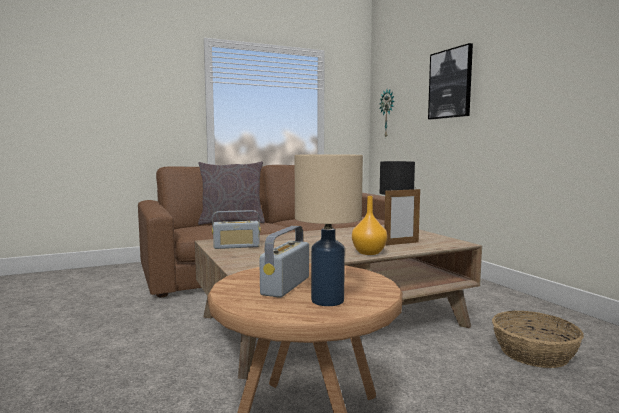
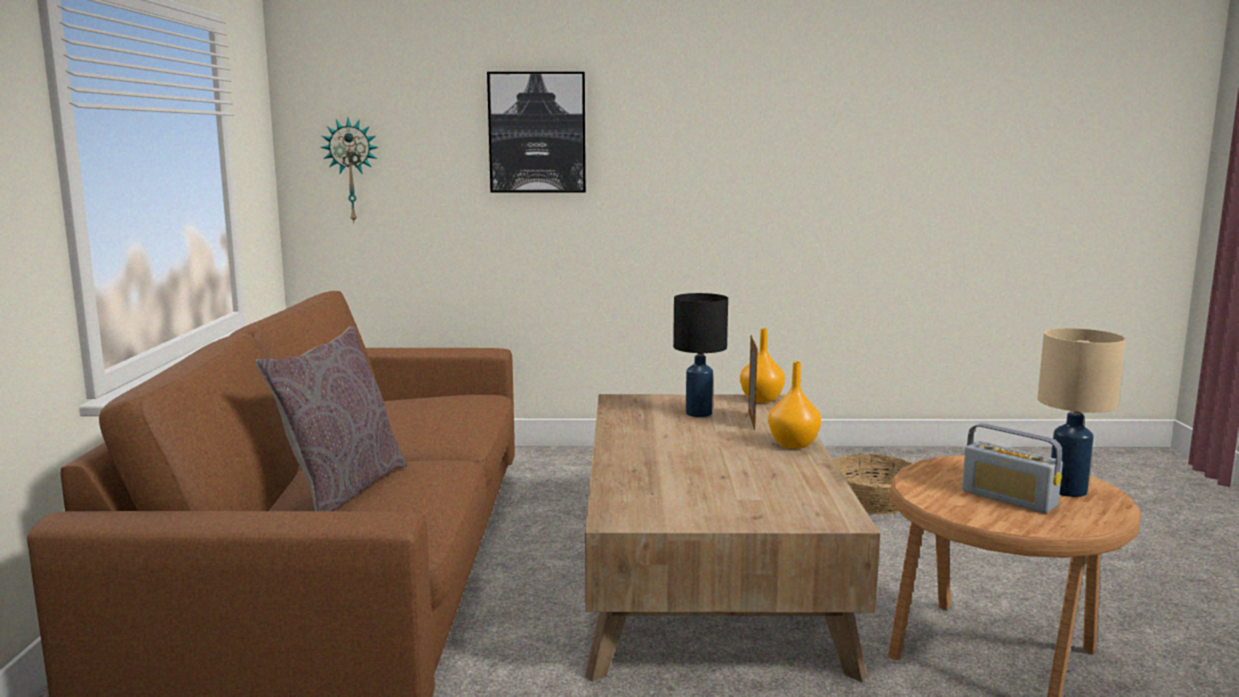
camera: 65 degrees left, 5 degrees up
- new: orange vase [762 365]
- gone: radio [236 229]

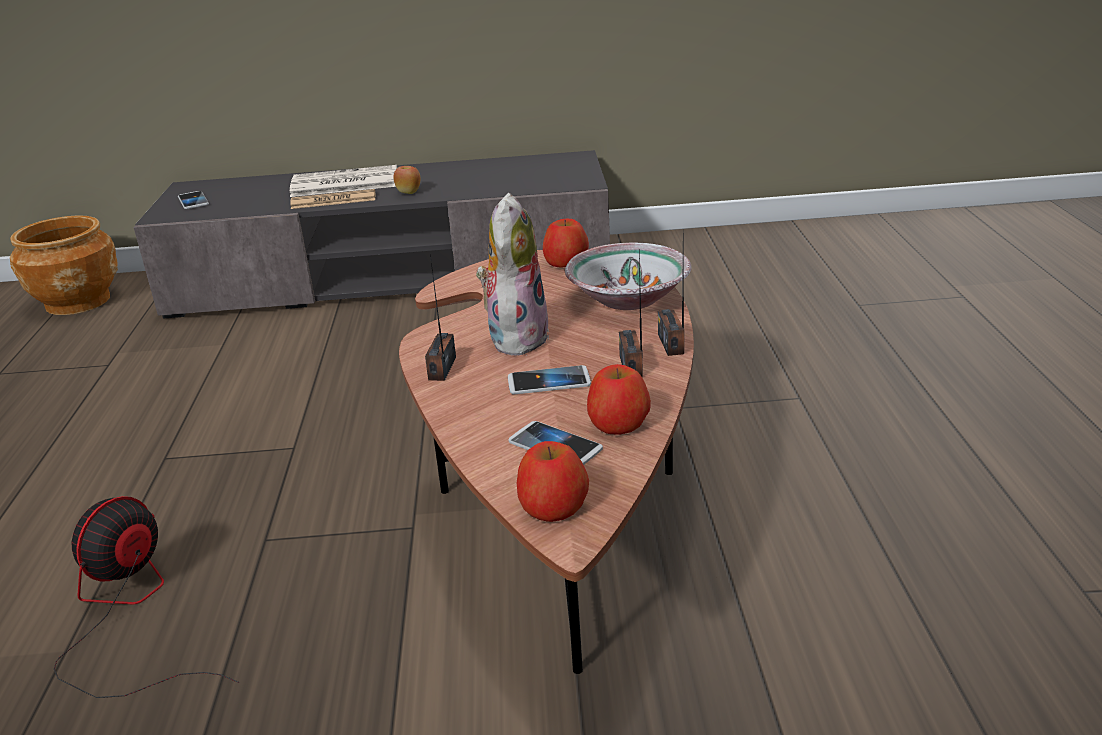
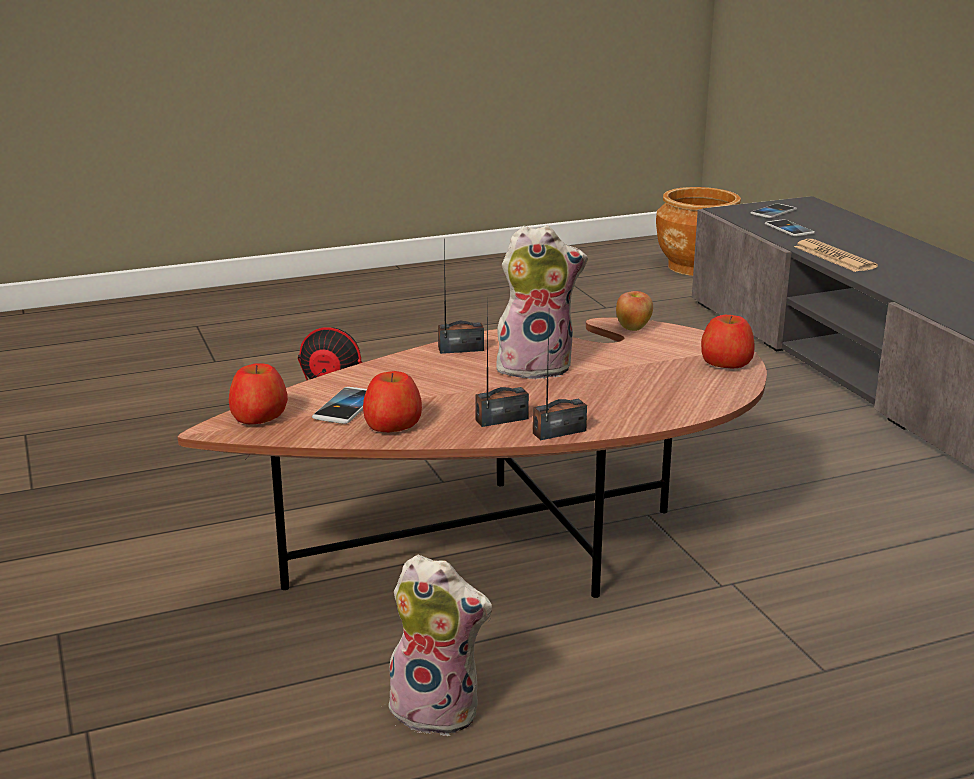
camera: 70 degrees right, 5 degrees down
- new: plush toy [438 645]
- shifted: apple [406 180] to [634 311]
- shifted: phone [549 379] to [790 228]
- gone: newspaper [343 181]
- gone: bowl [628 276]

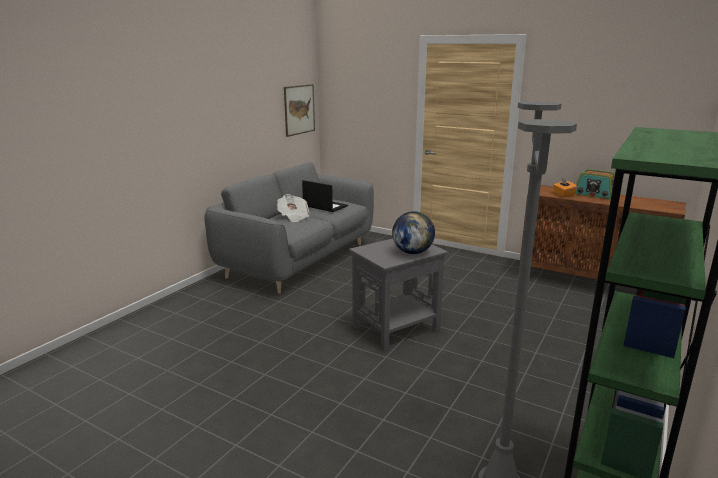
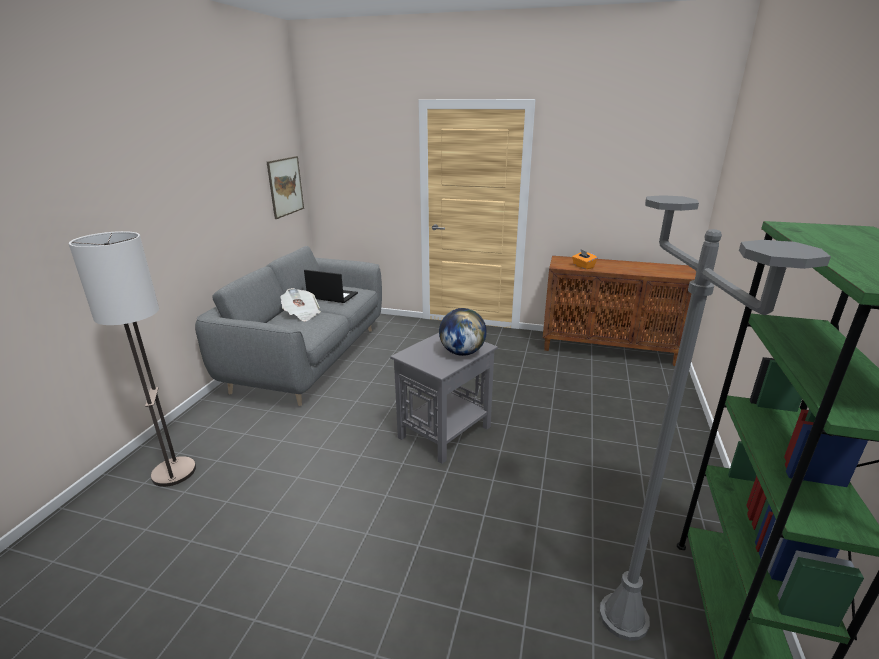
camera: 15 degrees left, 5 degrees up
- new: floor lamp [132 359]
- gone: radio [595 184]

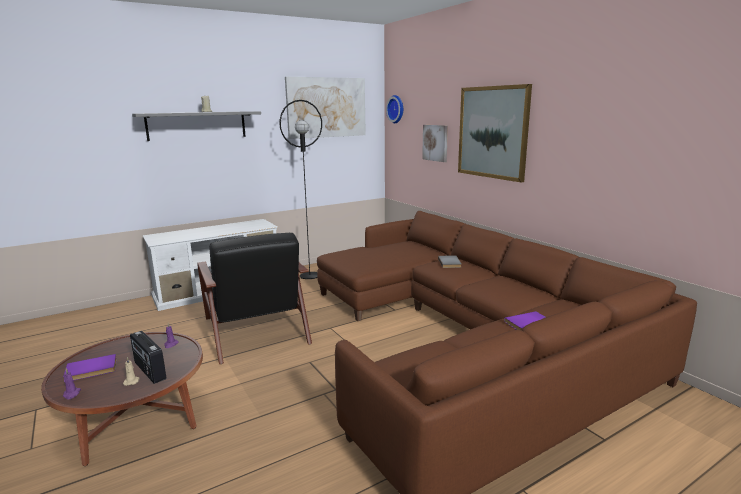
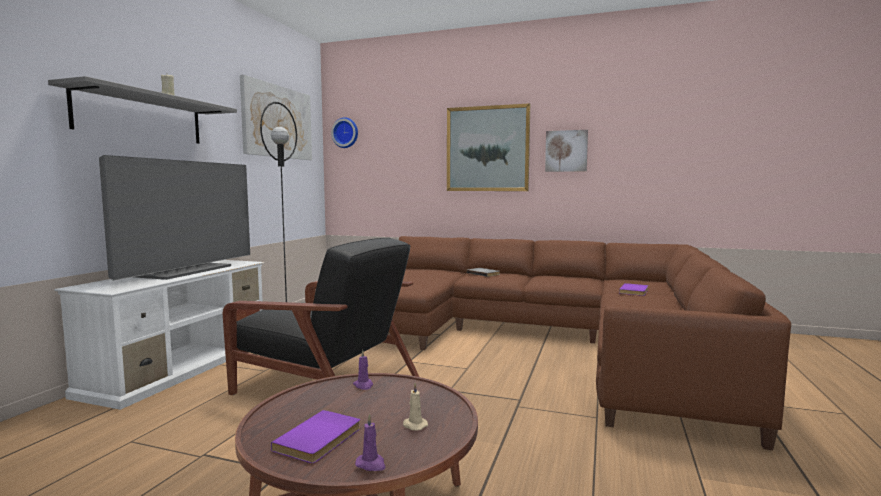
camera: 40 degrees left, 10 degrees down
- new: television [174 218]
- shifted: picture [435 143] to [566 151]
- gone: radio [148 357]

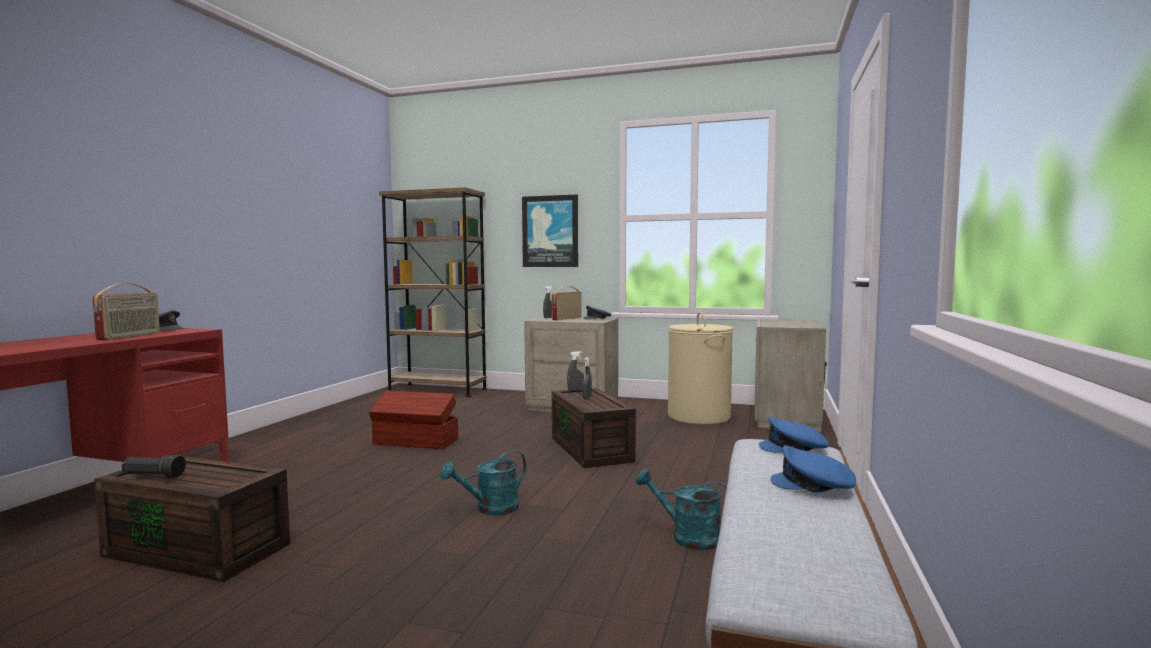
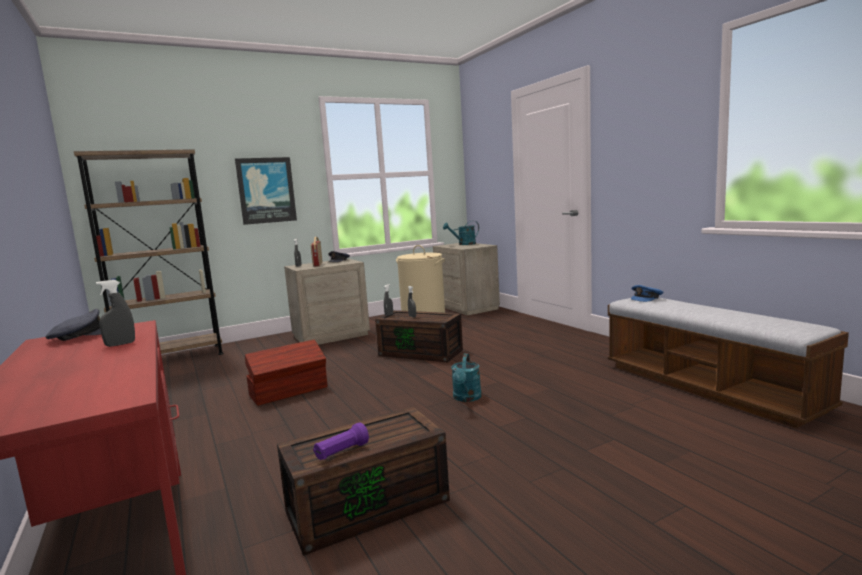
camera: 45 degrees left, 5 degrees up
- swapped: radio [126 311] to grey spray bottle [115 313]
- repainted: black flashlight [154 466] to purple flashlight [341 441]
- shifted: turquoise watering can [681 509] to [461 233]
- gone: blue cap [813 469]

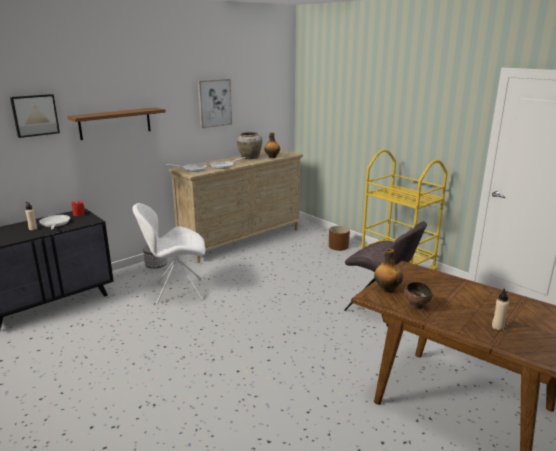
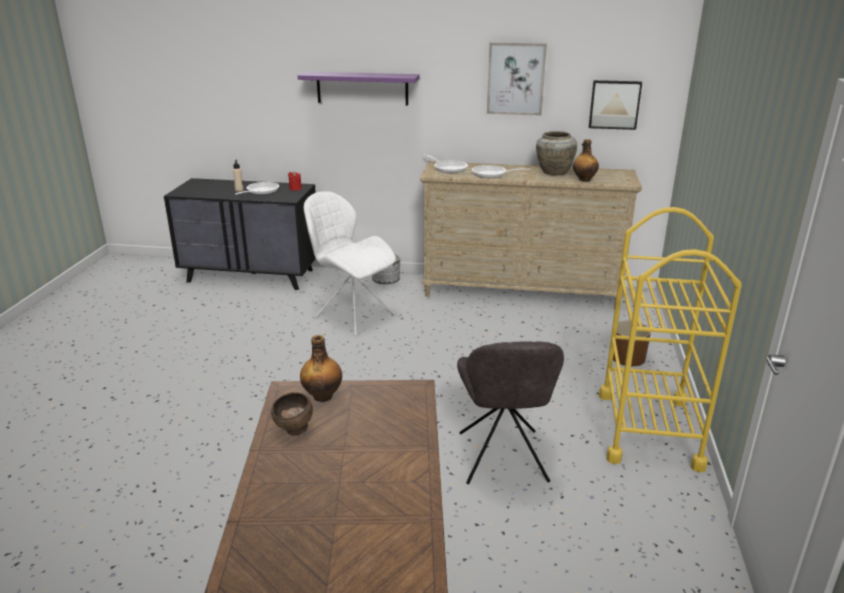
camera: 50 degrees right, 5 degrees up
- repainted: brown shelf [116 123] to purple shelf [358 88]
- shifted: picture [35 116] to [615 105]
- gone: beige bottle [500 309]

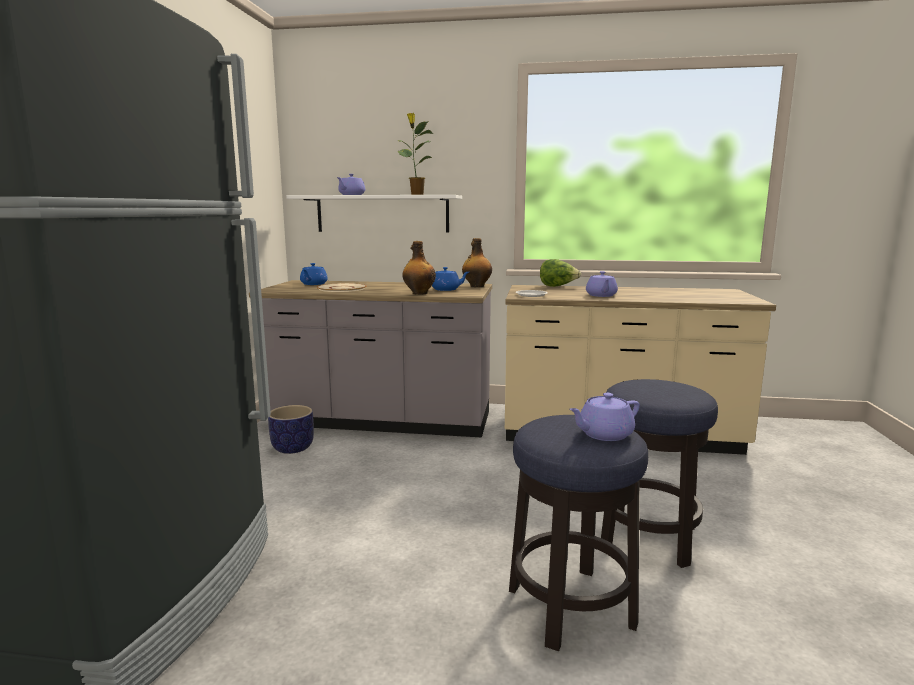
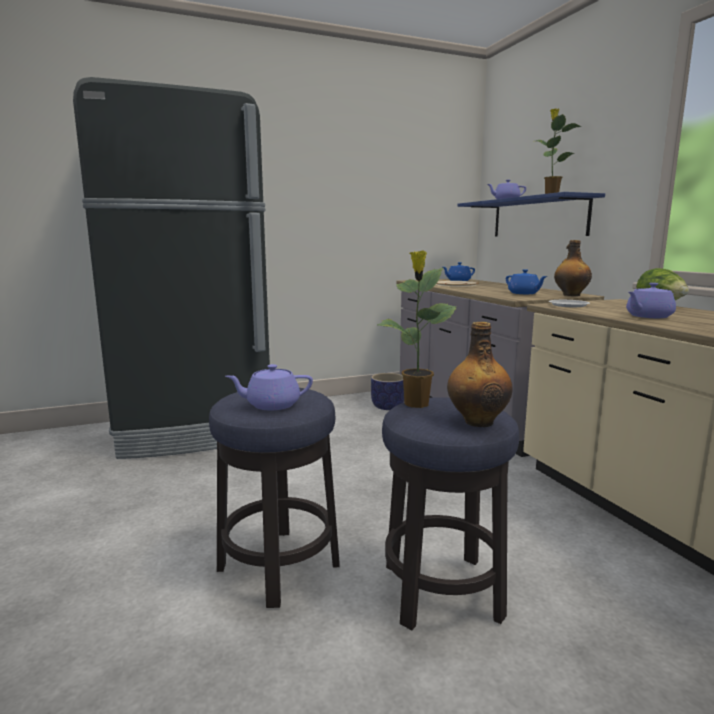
camera: 60 degrees right, 0 degrees up
- rotated: purple teapot [604 417] = [269 387] 45 degrees counterclockwise
- new: potted plant [416 329]
- shifted: bottle [419 268] to [480 374]
- repainted: white shelf [374 213] to blue shelf [531 214]

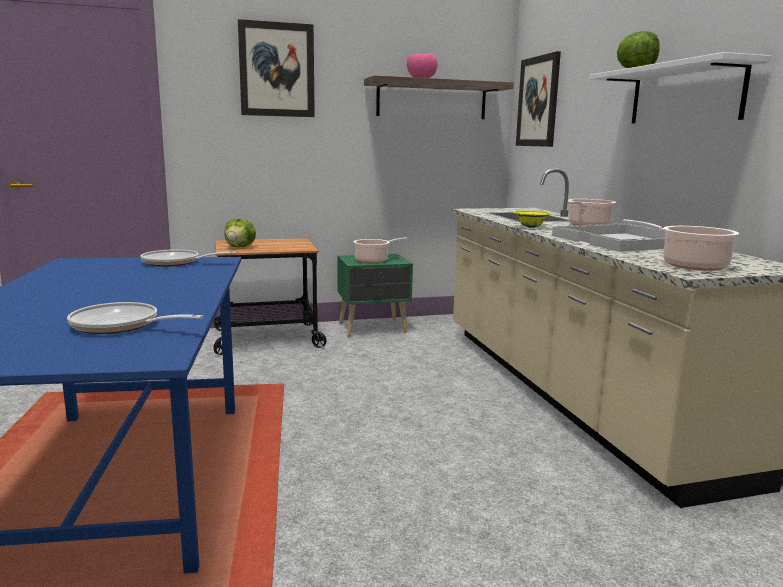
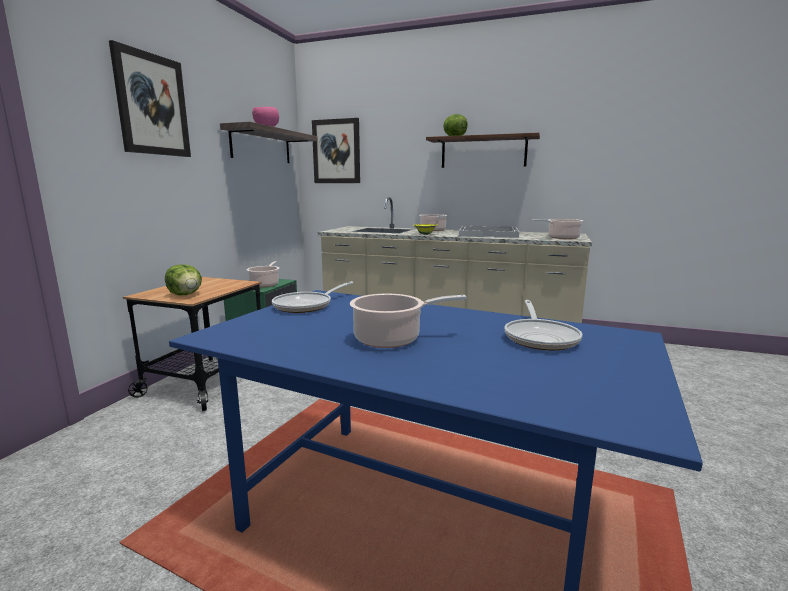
camera: 55 degrees left, 0 degrees up
- new: cooking pot [408 321]
- repainted: white shelf [680 87] to brown shelf [483 150]
- rotated: frying pan [135 318] = [543 325] 45 degrees counterclockwise

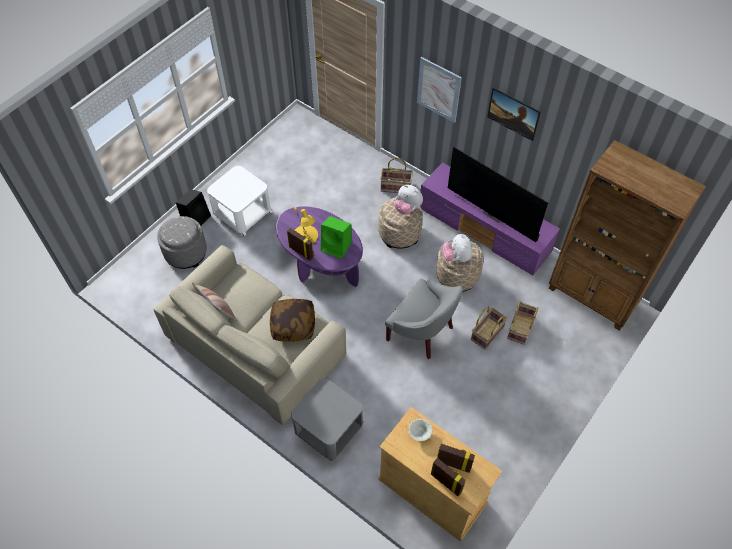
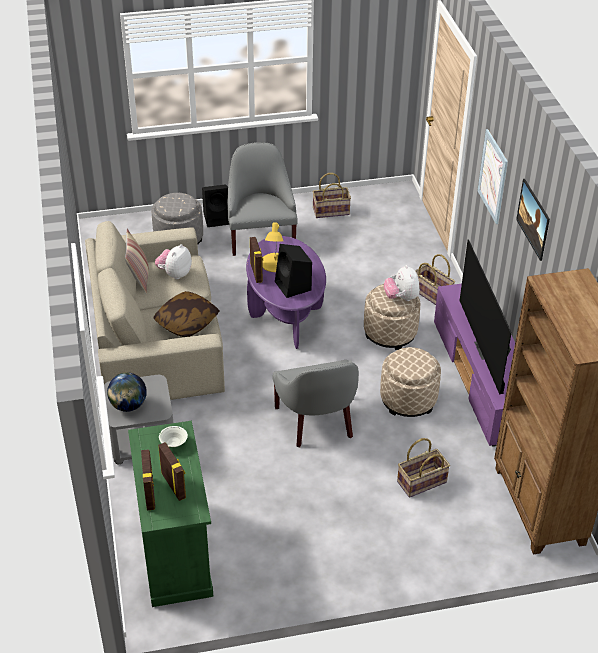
camera: 40 degrees right, 15 degrees down
- new: globe [127 392]
- repainted: beige cabinet [440 474] to green cabinet [170 514]
- shifted: plush toy [457 248] to [173 261]
- swapped: white side table [239 201] to grey armchair [262 199]
- repainted: green speaker [336 237] to black speaker [293 271]
- shifted: basket [489 328] to [331 195]

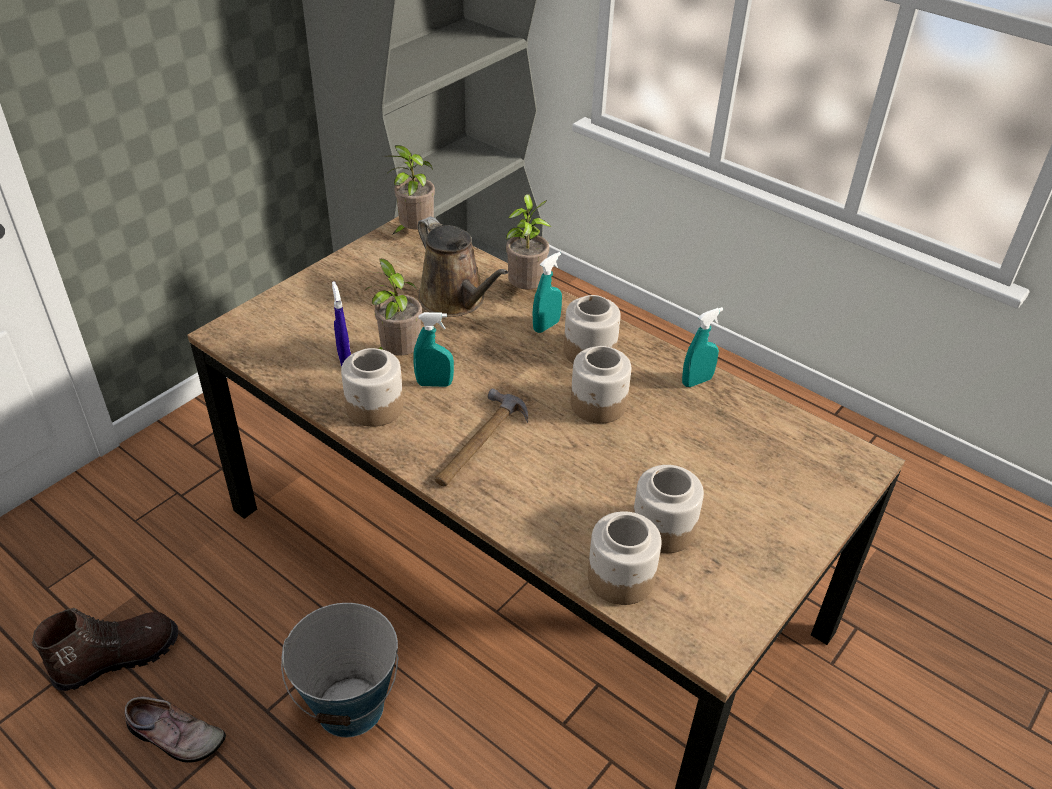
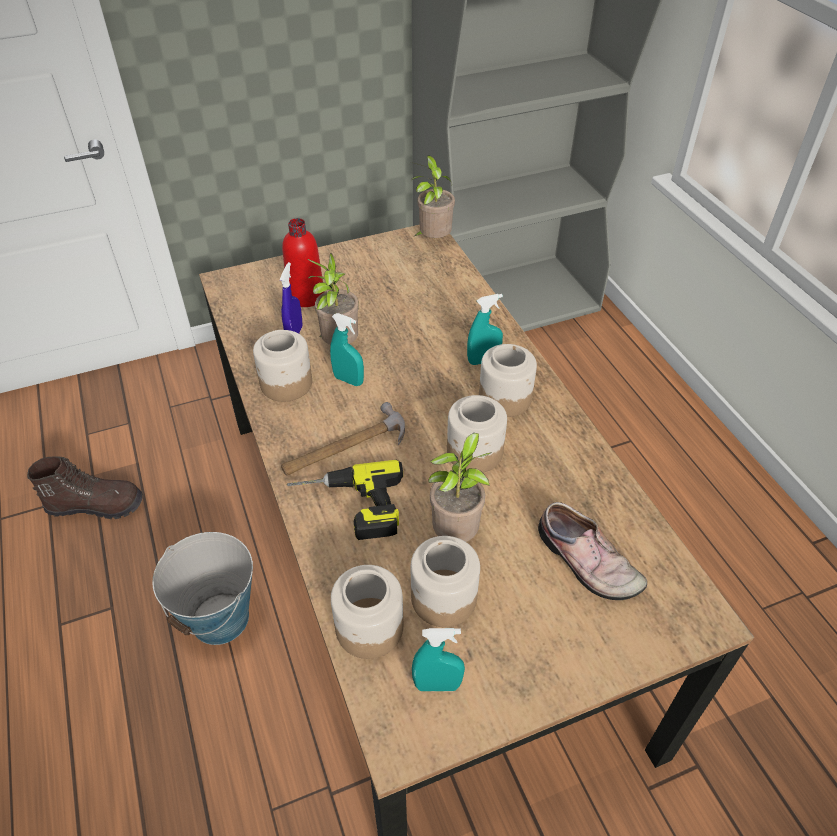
camera: 30 degrees right, 5 degrees up
- new: red bottle [303 262]
- new: power drill [345 500]
- shifted: turquoise spray bottle [702 347] to [438 659]
- shifted: potted plant [528 241] to [460 487]
- shifted: shoe [175 730] to [592 551]
- gone: brown watering can [463 267]

